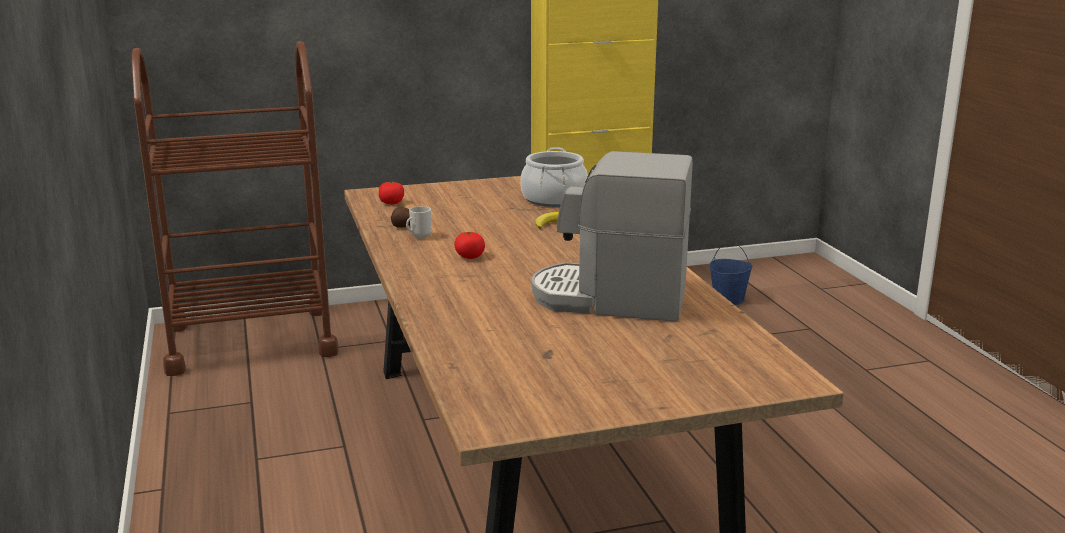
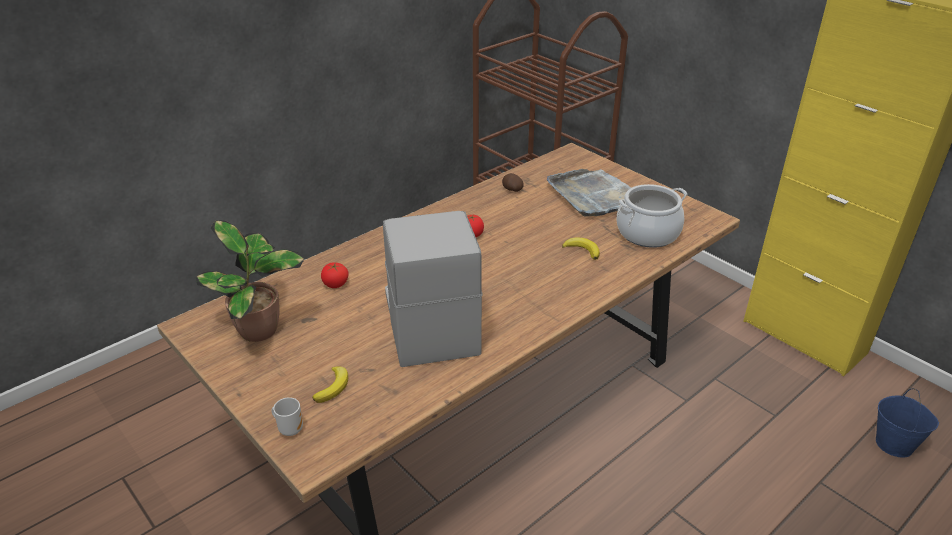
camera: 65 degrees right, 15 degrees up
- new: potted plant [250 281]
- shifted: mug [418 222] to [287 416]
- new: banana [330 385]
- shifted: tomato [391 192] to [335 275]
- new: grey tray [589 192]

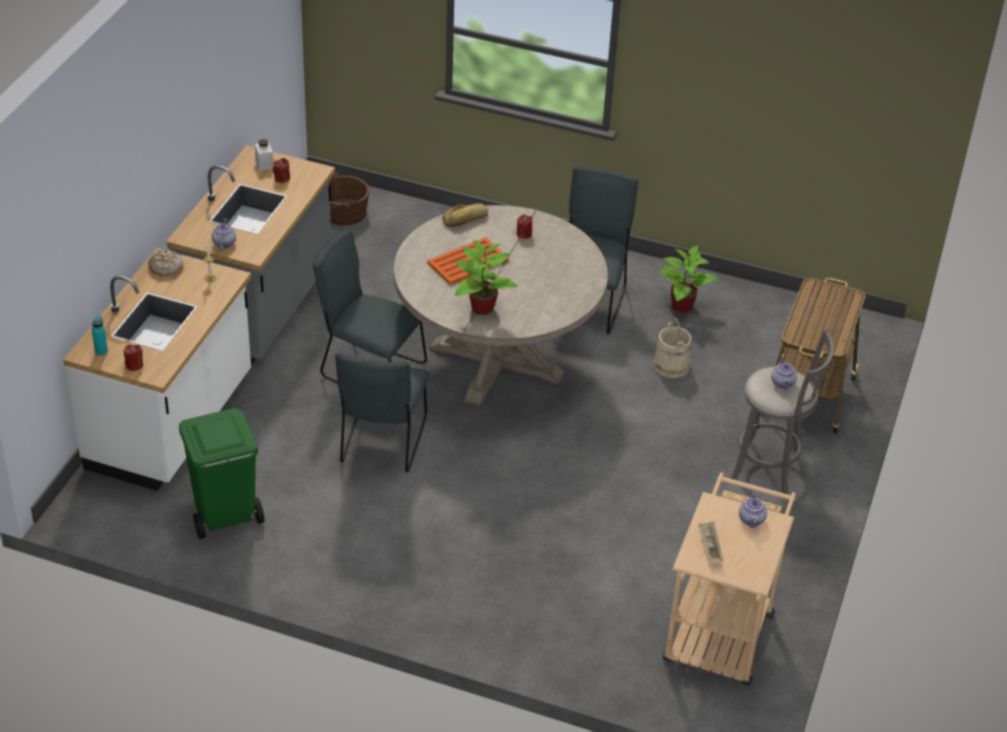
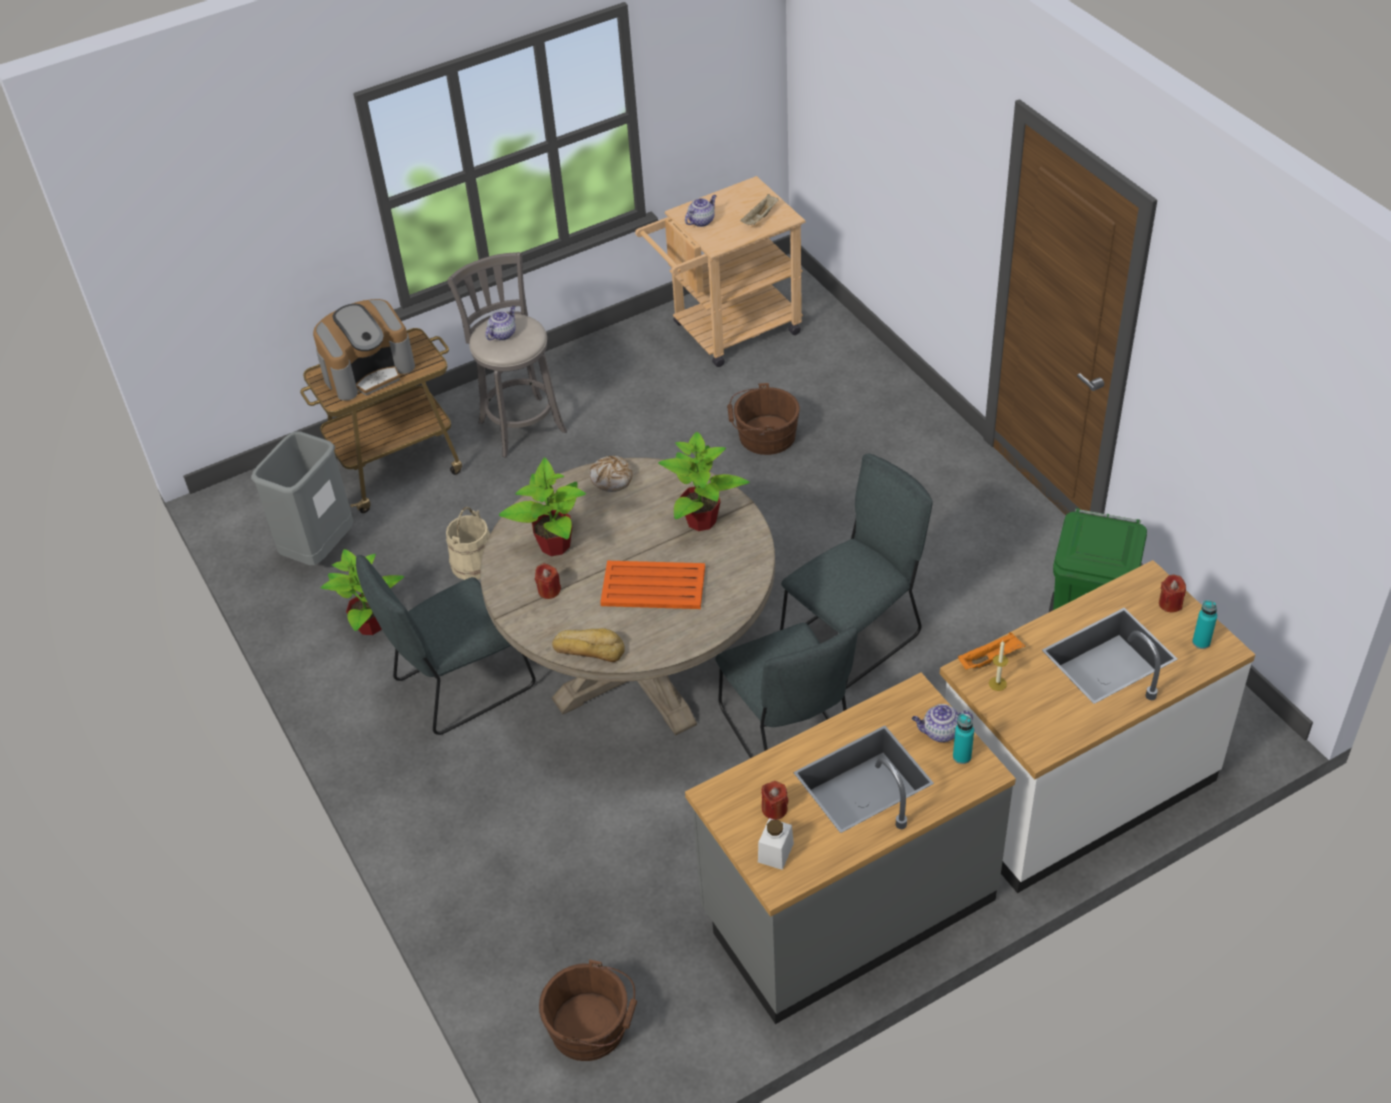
camera: 135 degrees left, 5 degrees up
- new: grey trash can [302 498]
- new: coffee machine [364 350]
- new: potted plant [542 506]
- shifted: bread [165 262] to [611 474]
- new: brown bucket [763 419]
- rotated: teapot [223 233] = [942 723] 45 degrees clockwise
- new: turquoise bottle [963 739]
- new: orange tray [991 651]

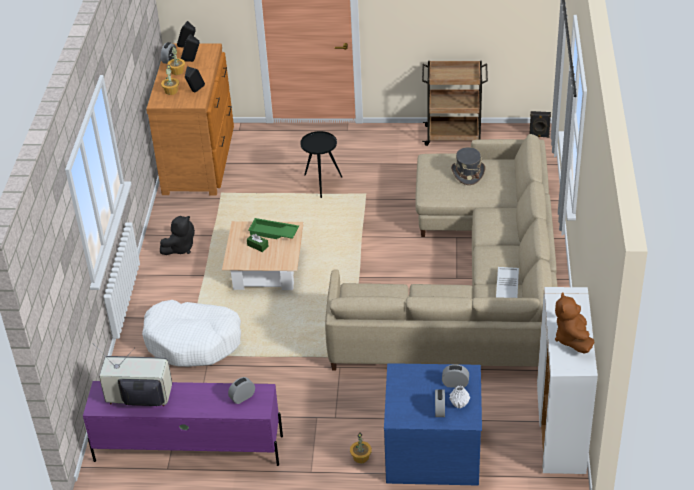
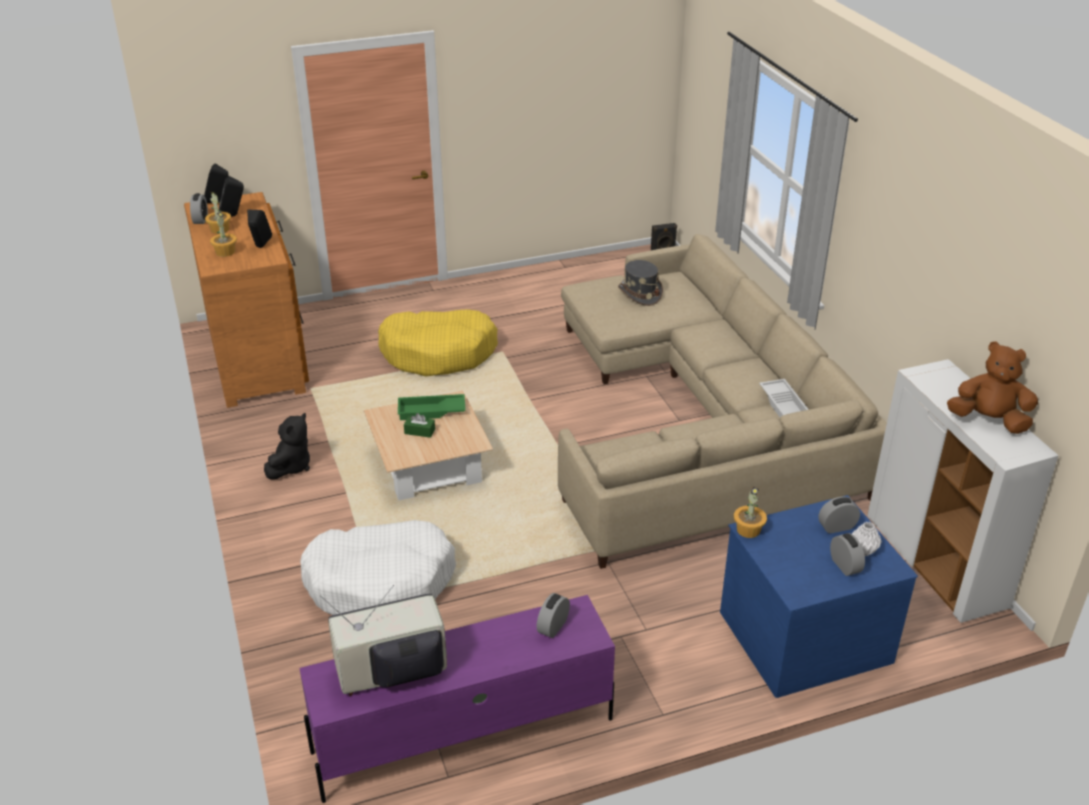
camera: 25 degrees left, 5 degrees down
- swapped: black side table [321 164] to yellow dog bed [438 343]
- shifted: potted plant [361 448] to [750 512]
- rotated: brown plush toy [574 323] = [992 388] 135 degrees clockwise
- gone: brown cart [455 103]

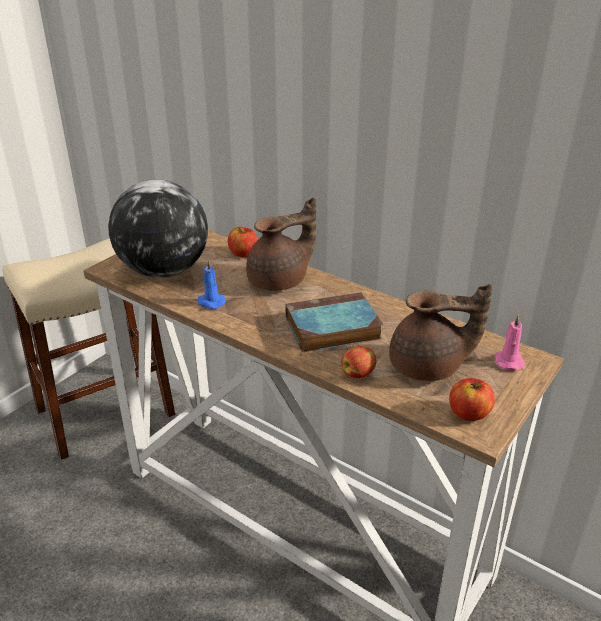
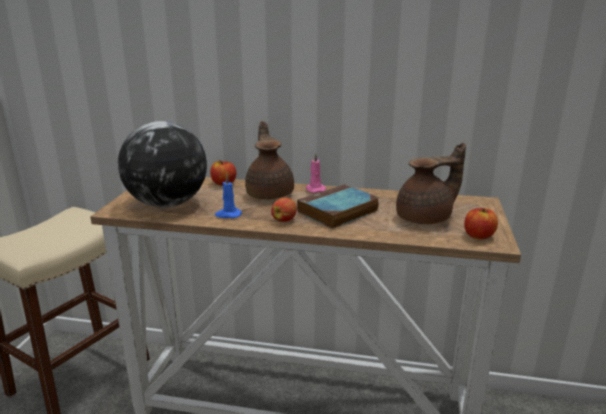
camera: 25 degrees left, 10 degrees down
- rotated: brown teapot [281 244] = [269 160] 45 degrees counterclockwise
- shifted: apple [358 362] to [284 210]
- shifted: pink candle [510 342] to [316 173]

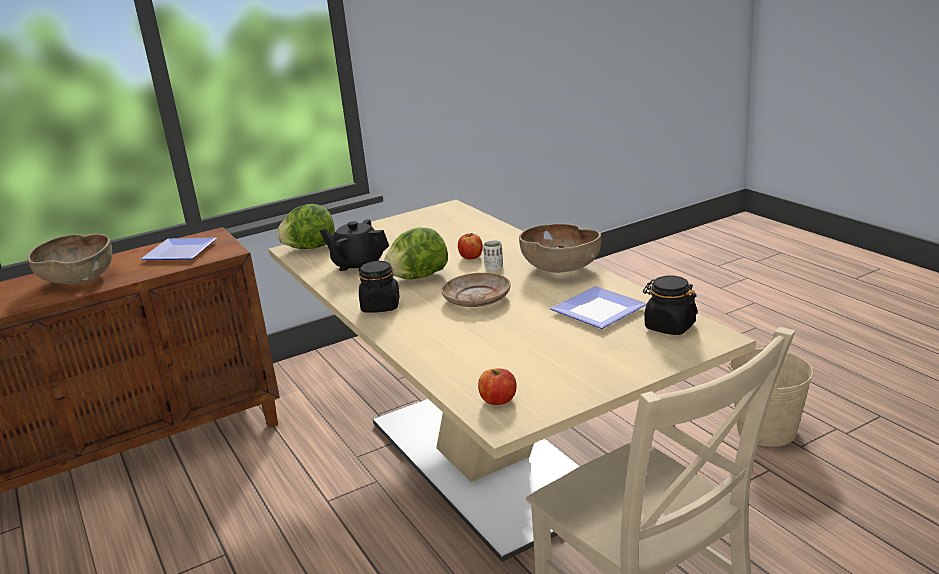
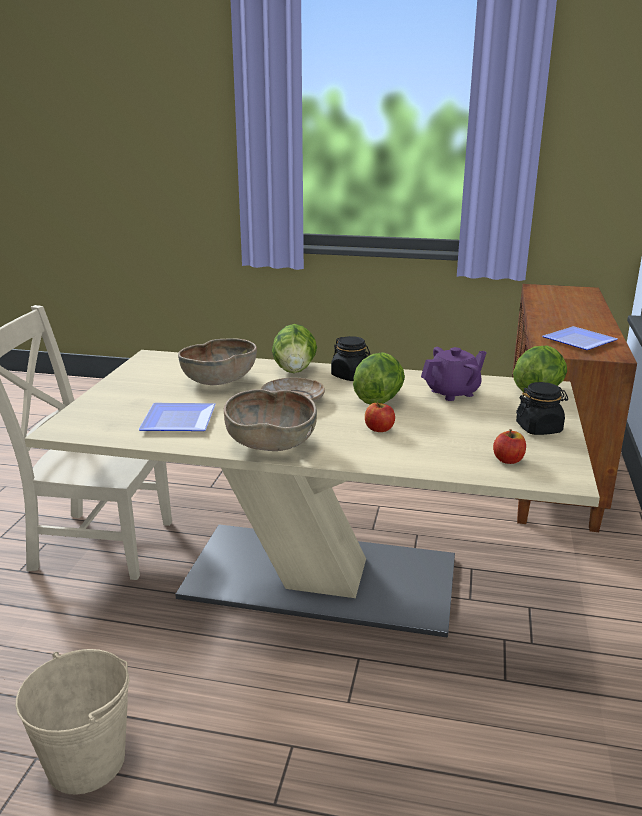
camera: 130 degrees right, 0 degrees up
- shifted: brown bowl [70 259] to [217 361]
- new: lettuce [294 348]
- repainted: black teapot [354 245] to purple teapot [454 374]
- shifted: apple [497 386] to [509 446]
- shifted: black jar [670 305] to [542 408]
- gone: white cup [493 255]

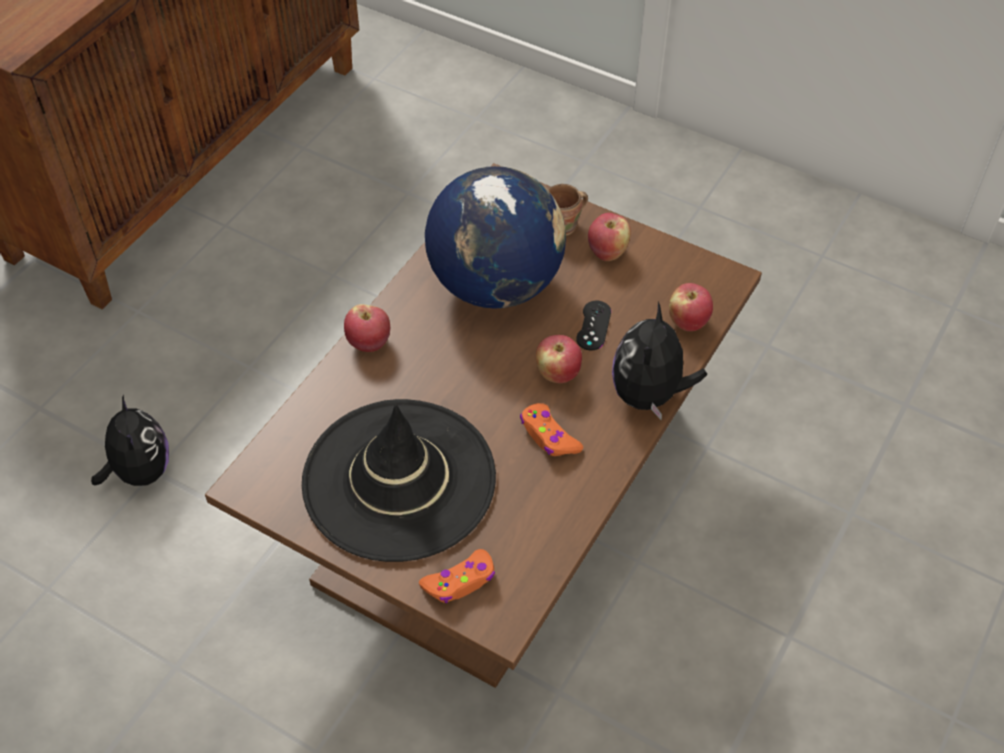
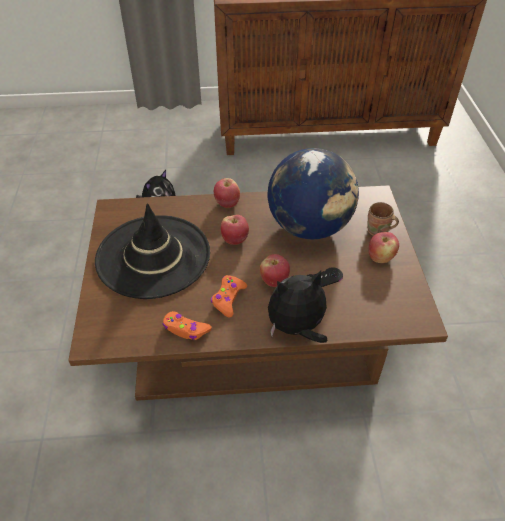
camera: 55 degrees right, 5 degrees down
- shifted: orange game controller [457 576] to [187 325]
- shifted: apple [691 307] to [235 230]

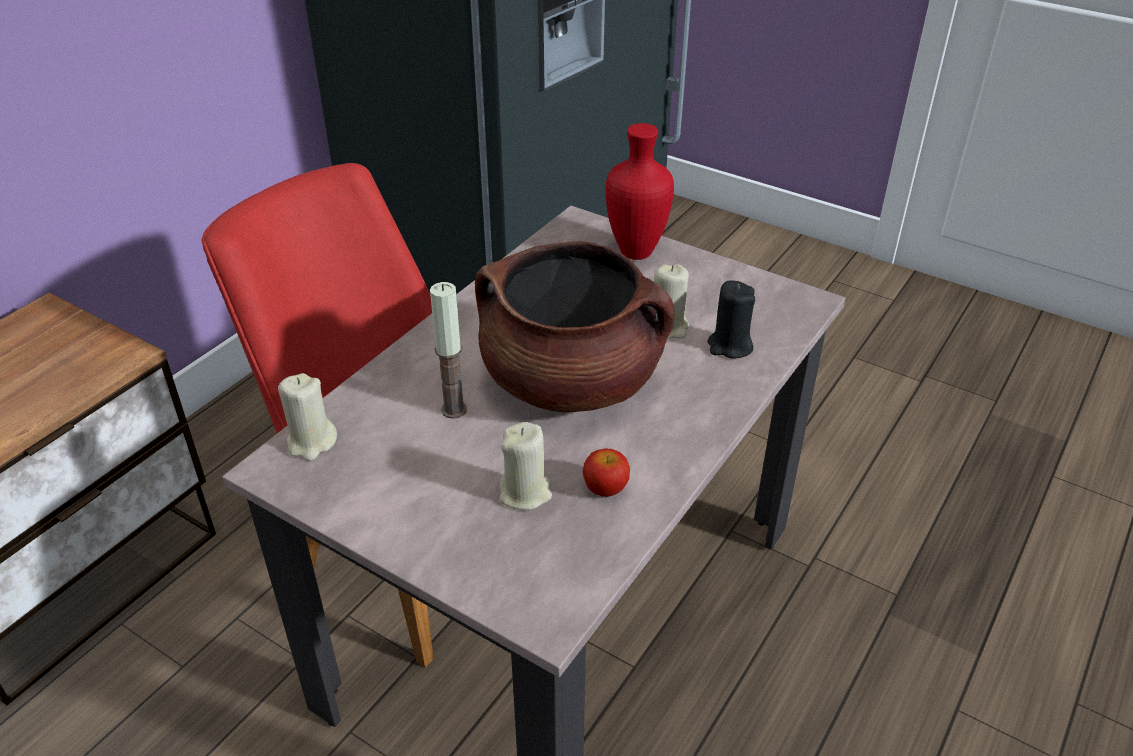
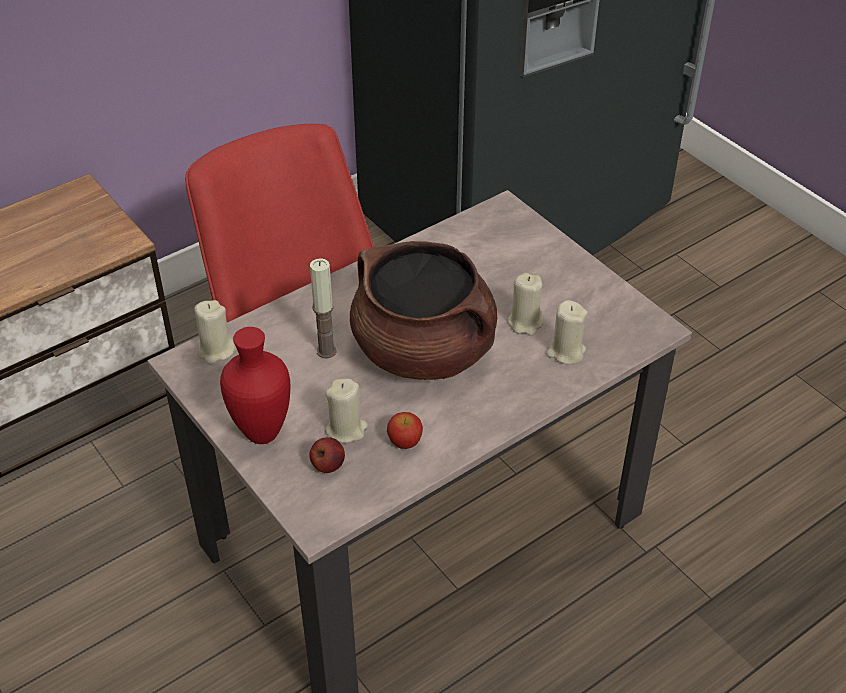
camera: 20 degrees right, 5 degrees up
- shifted: red vase [639 191] to [255 385]
- new: apple [327 455]
- repainted: black candle [731 319] to beige candle [566 332]

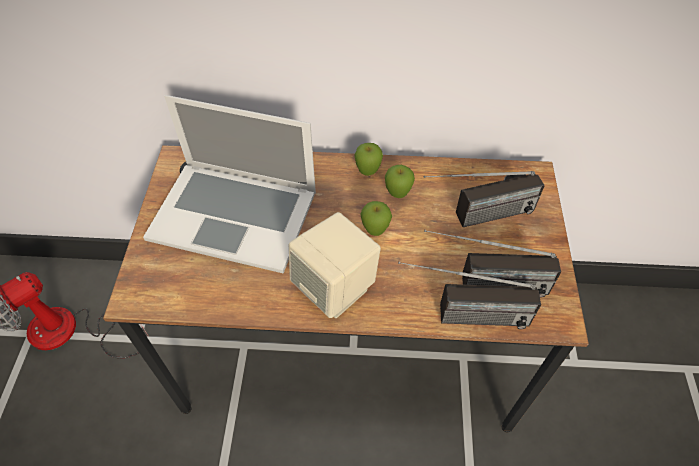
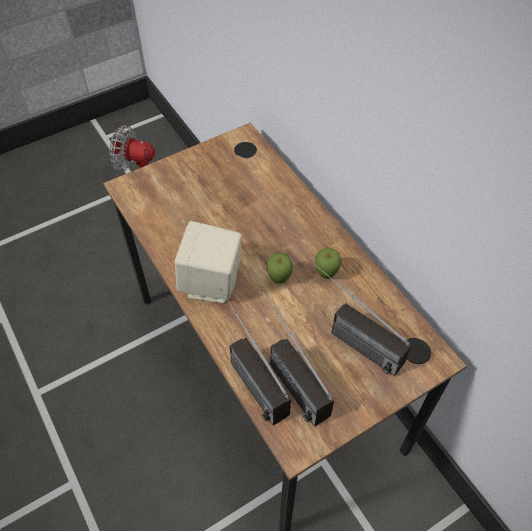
camera: 55 degrees right, 0 degrees up
- gone: laptop [229 184]
- gone: apple [369 159]

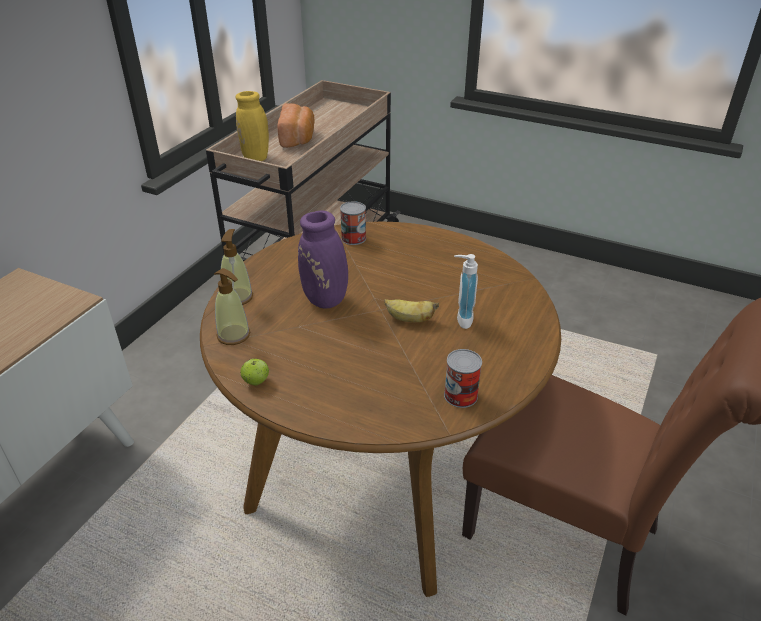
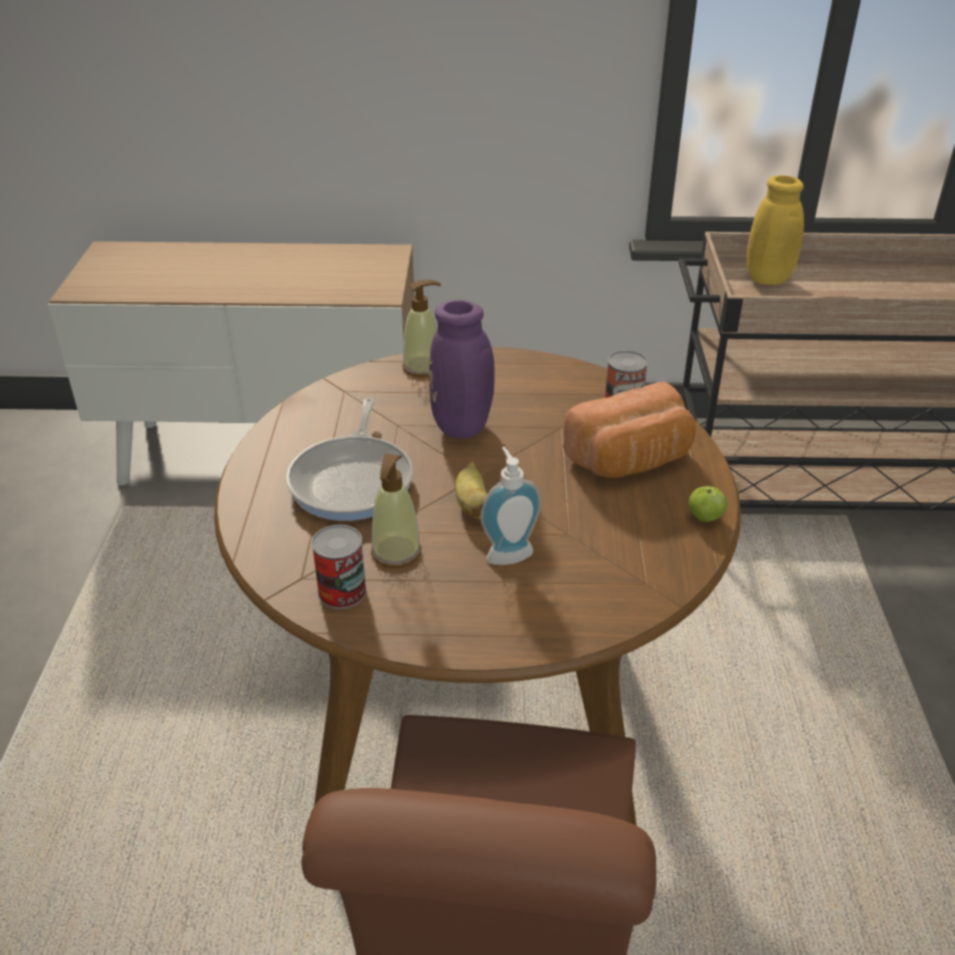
camera: 65 degrees right, 0 degrees up
- new: frying pan [349 459]
- shifted: soap dispenser [232 306] to [396 510]
- shifted: bread [295 125] to [629 430]
- shifted: apple [255 372] to [708 504]

